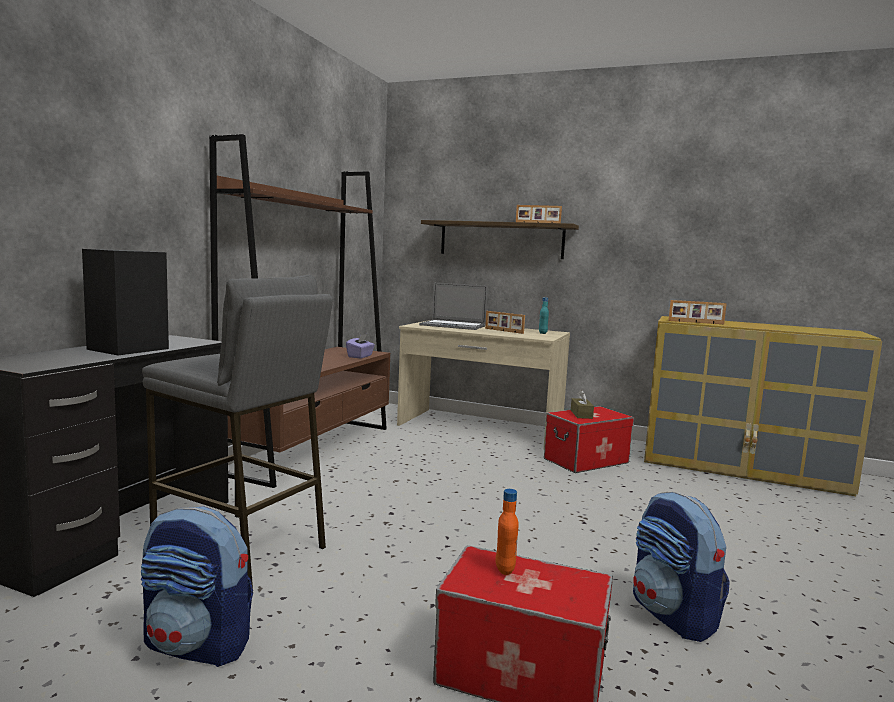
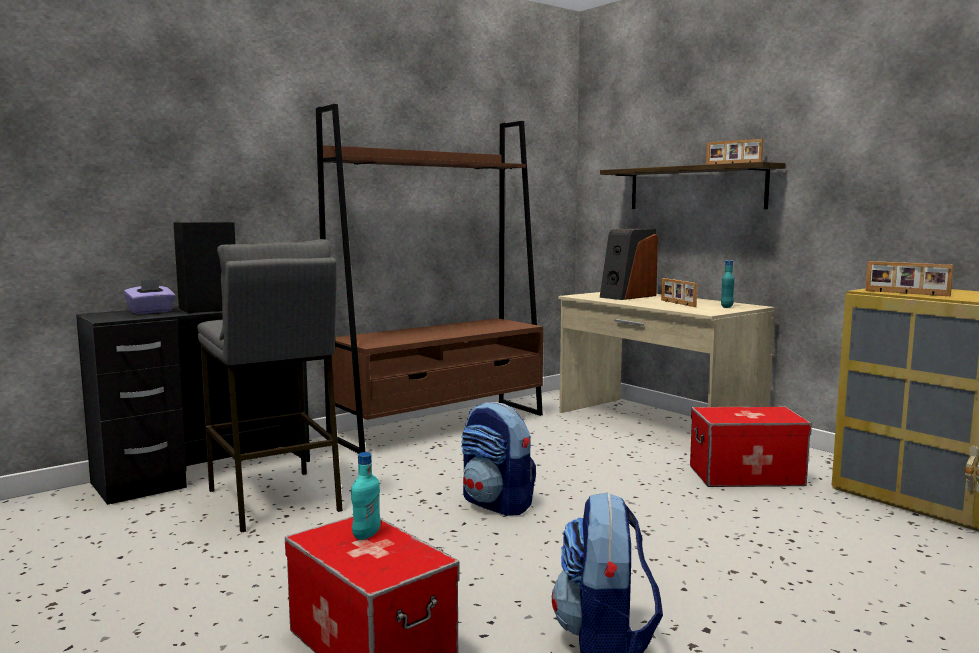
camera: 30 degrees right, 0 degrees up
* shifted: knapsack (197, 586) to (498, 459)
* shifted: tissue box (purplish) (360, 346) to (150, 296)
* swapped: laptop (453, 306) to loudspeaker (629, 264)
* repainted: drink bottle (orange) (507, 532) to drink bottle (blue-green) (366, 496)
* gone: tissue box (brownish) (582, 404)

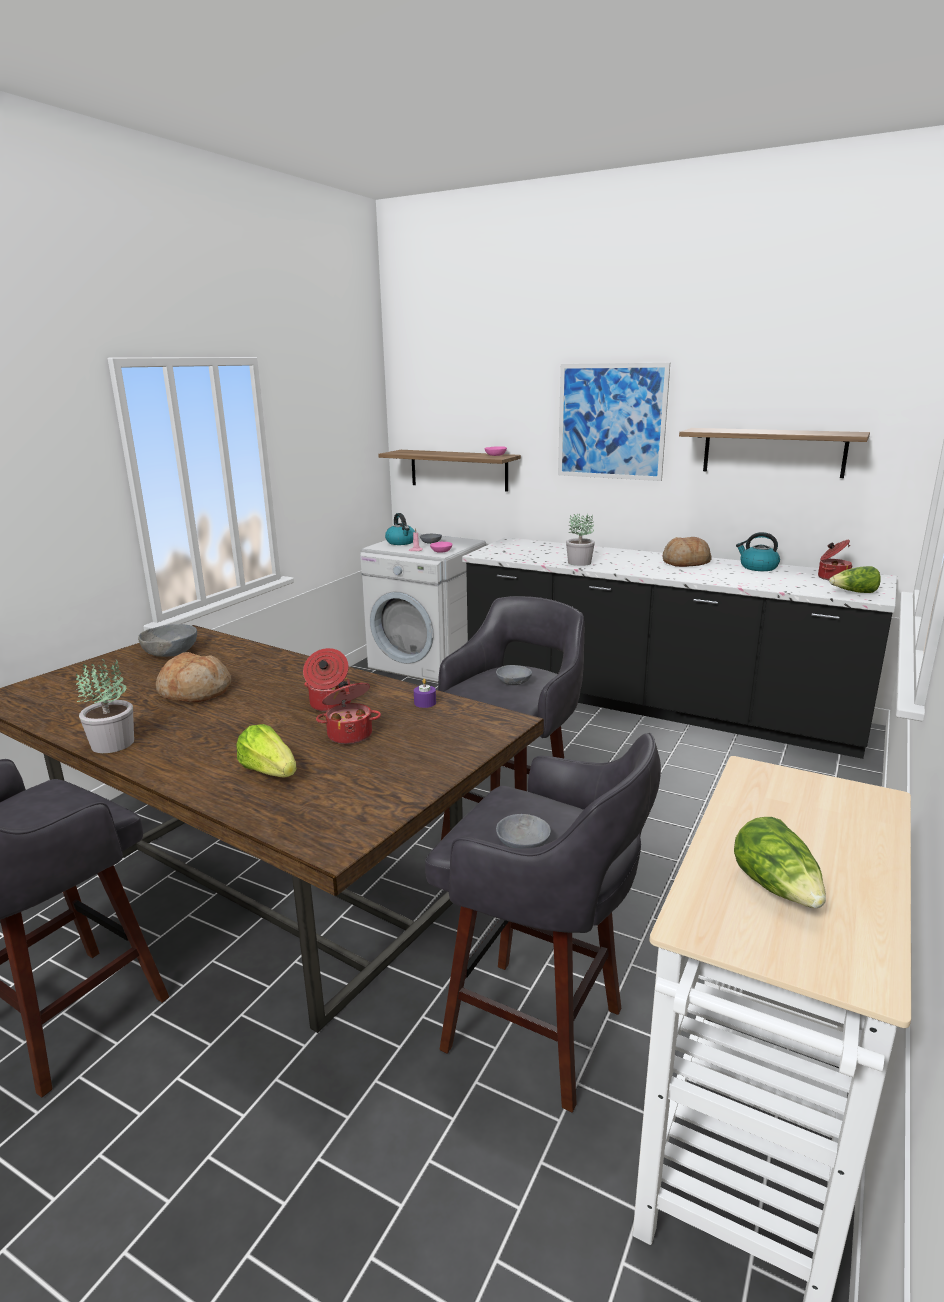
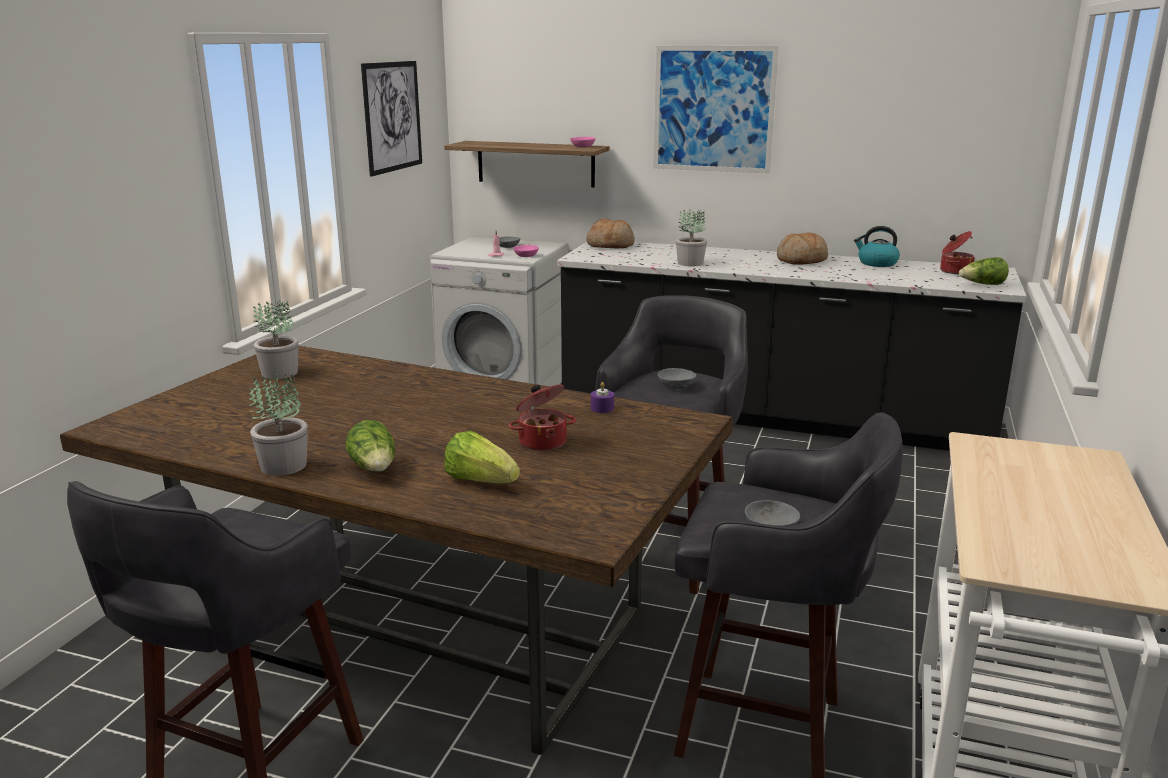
camera: 10 degrees left, 0 degrees up
* swapped: deep dish (grey) (167, 640) to plant in a pot (276, 340)
* shifted: baked bread (193, 677) to (611, 233)
* gone: saucepot (327, 680)
* gone: tea kettle (400, 529)
* gone: wall shelf (774, 453)
* shifted: lettuce head (780, 862) to (370, 446)
* new: wall picture (391, 118)

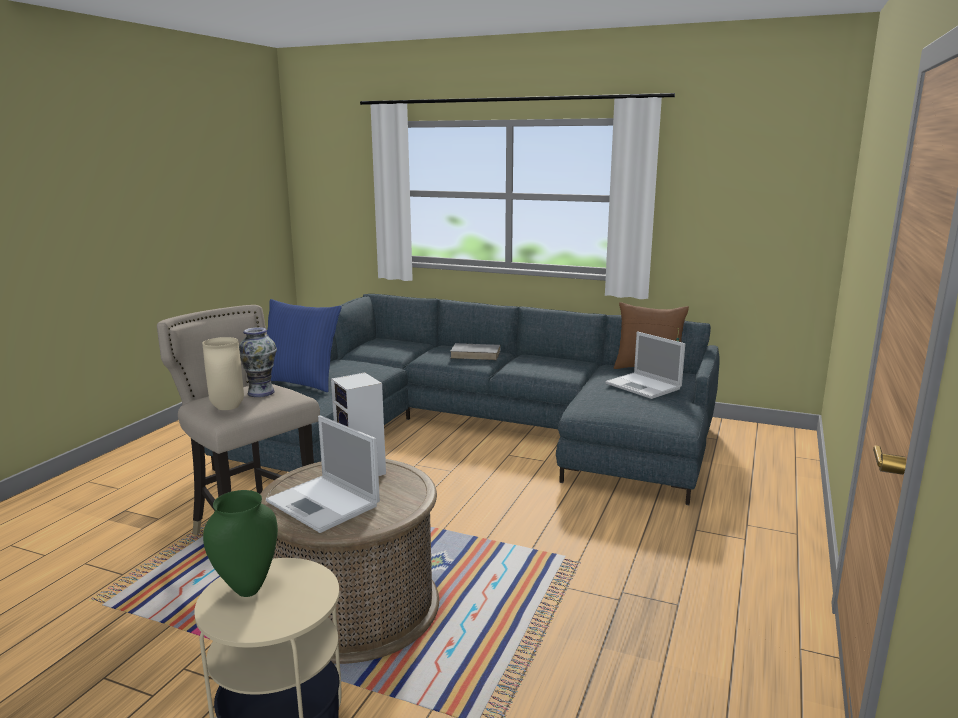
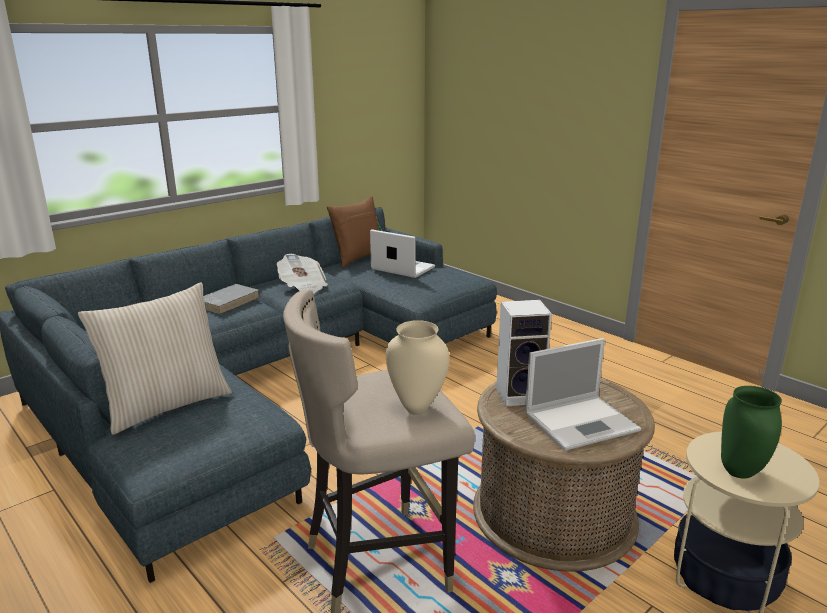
camera: 65 degrees left, 5 degrees up
* gone: decorative vase (258, 362)
* repainted: cushion (blue) (304, 345) to cushion (sand-coloured) (155, 358)
* rotated: laptop (645, 365) = (402, 253) 135 degrees counterclockwise
* new: newspaper (302, 274)

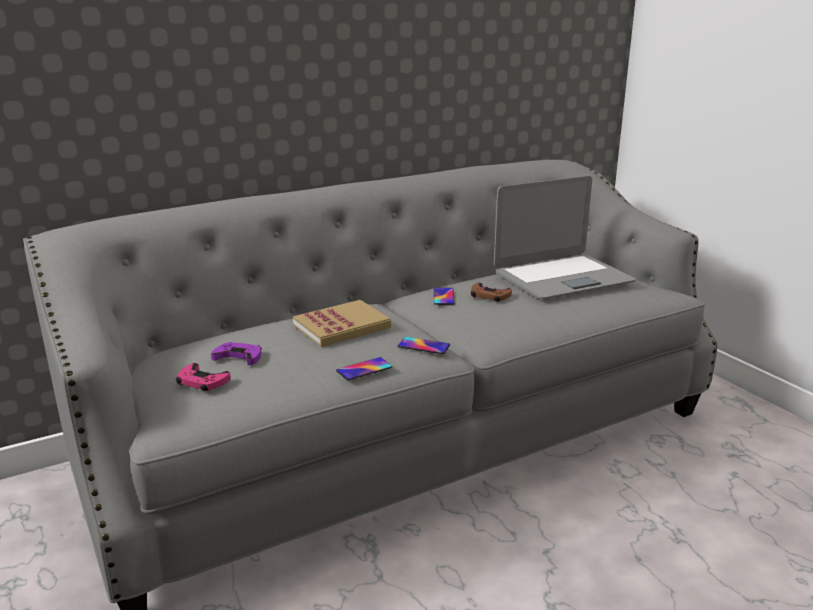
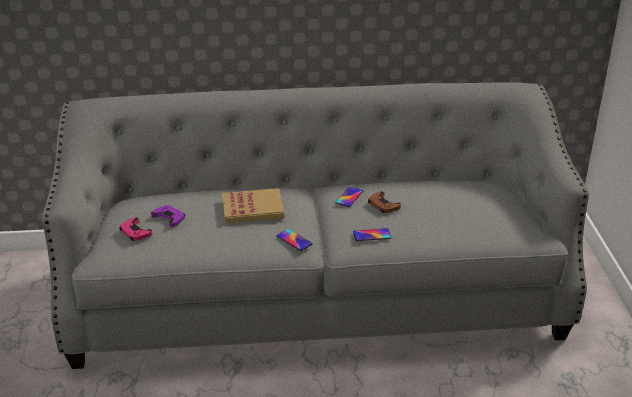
camera: 25 degrees right, 10 degrees up
* shifted: telephone (364, 368) to (372, 234)
* gone: laptop (565, 237)

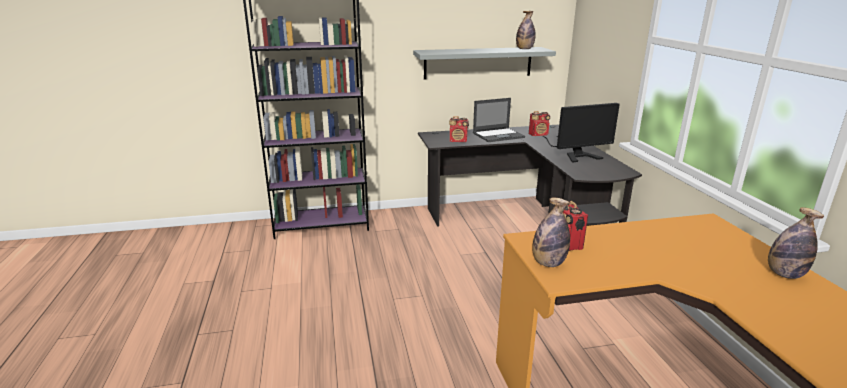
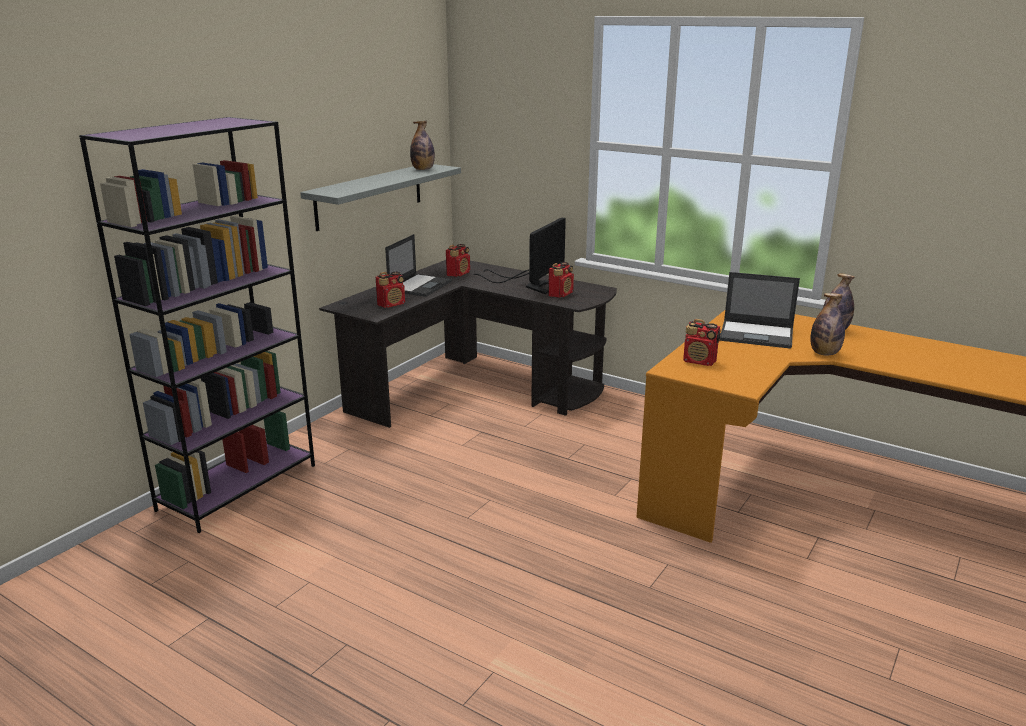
camera: 45 degrees left, 0 degrees up
* shifted: drink bottle (551, 232) to (827, 324)
* new: radio set (561, 280)
* new: laptop (760, 310)

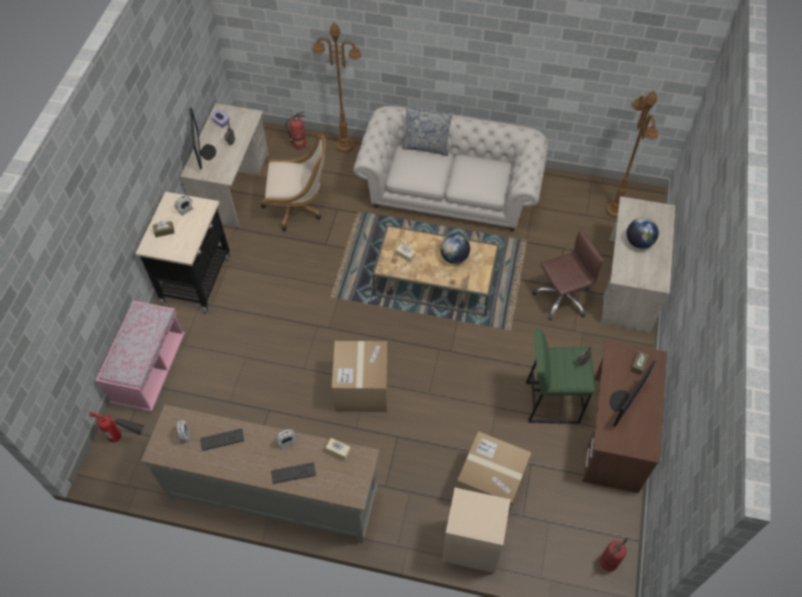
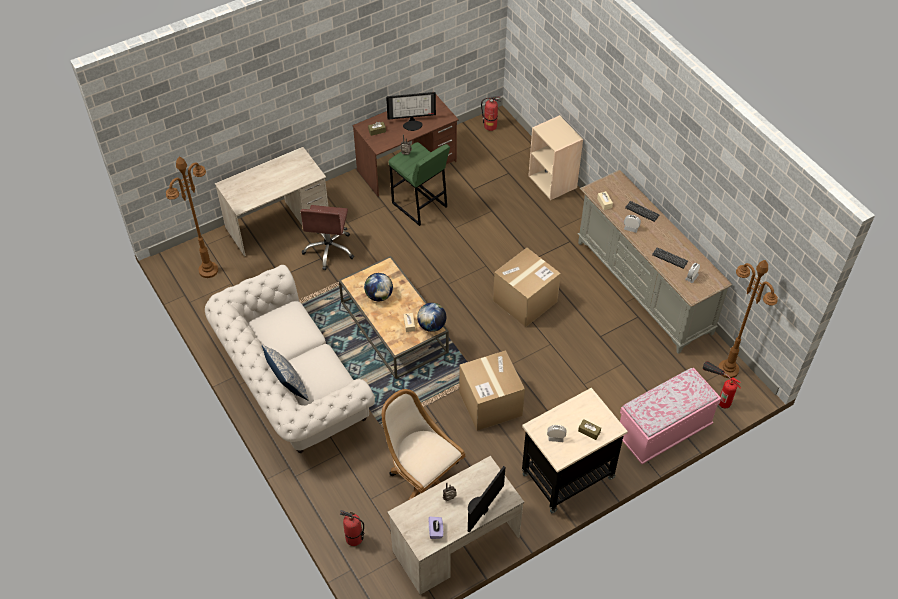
camera: 135 degrees left, 5 degrees down
* shifted: floor lamp (brownish) (336, 87) to (748, 319)
* shifted: carton (493, 475) to (492, 390)
* rotated: office chair (brownish) (568, 274) = (327, 237) 105 degrees counterclockwise
* shifted: desk globe (643, 233) to (431, 317)

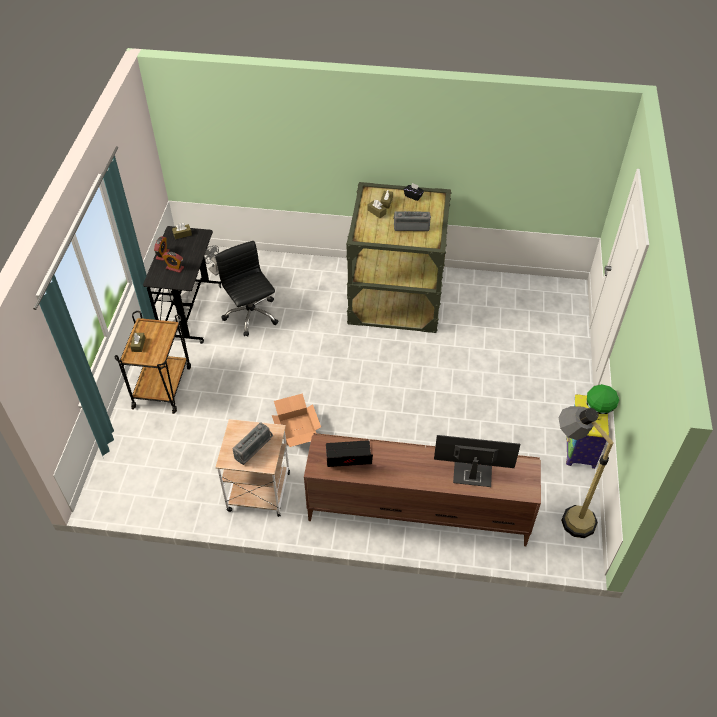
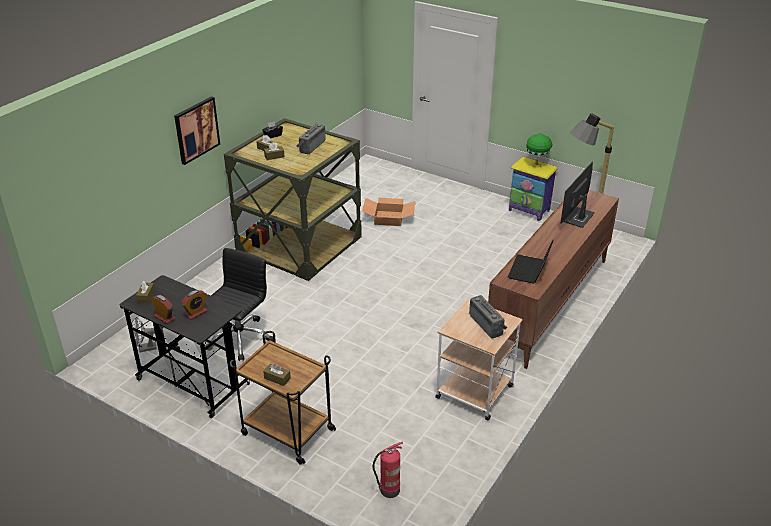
camera: 65 degrees left, 15 degrees down
* rotated: office chair (black-coloured) (247, 289) = (242, 304) 120 degrees clockwise
* shifted: carton (296, 420) to (389, 212)
* new: wall picture (197, 130)
* new: fire extinguisher (388, 470)

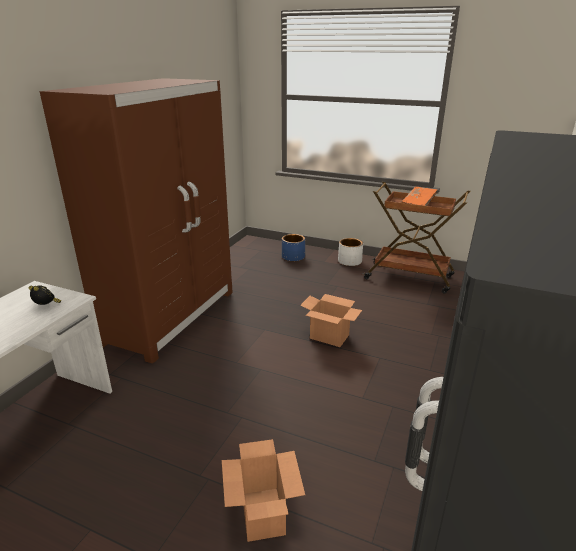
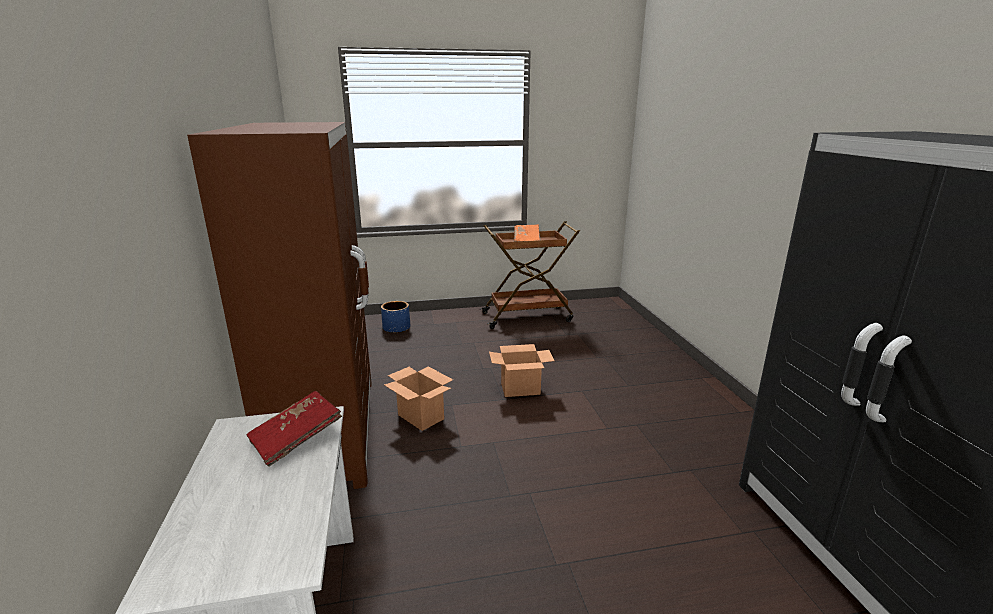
camera: 35 degrees left, 5 degrees down
* swapped: table clock (44, 295) to volume (reddish) (294, 429)
* shifted: carton (263, 490) to (418, 398)
* gone: plant pot (white) (350, 252)

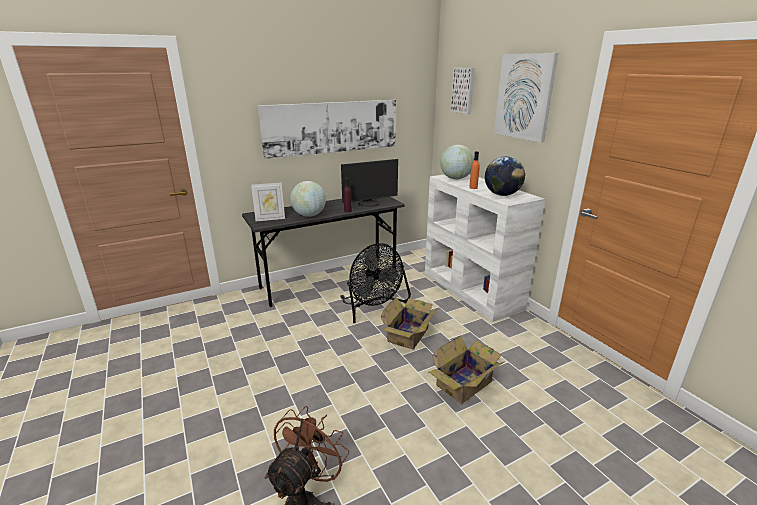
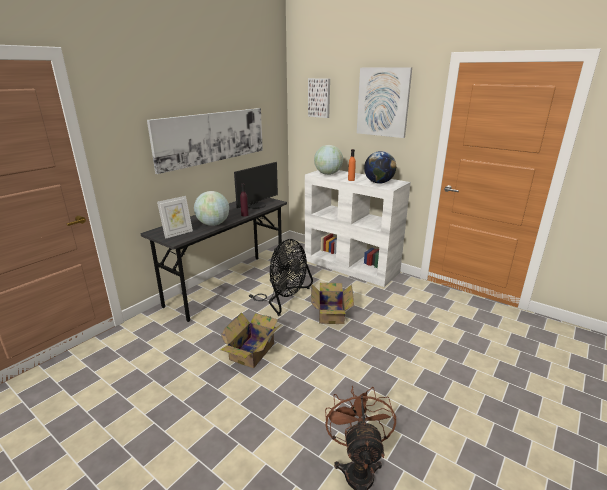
camera: 25 degrees left, 0 degrees up
* shifted: carton (466, 370) to (251, 340)

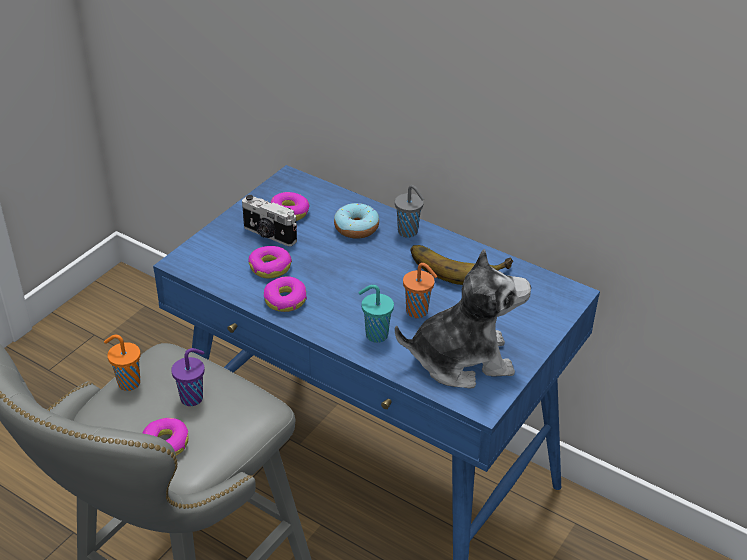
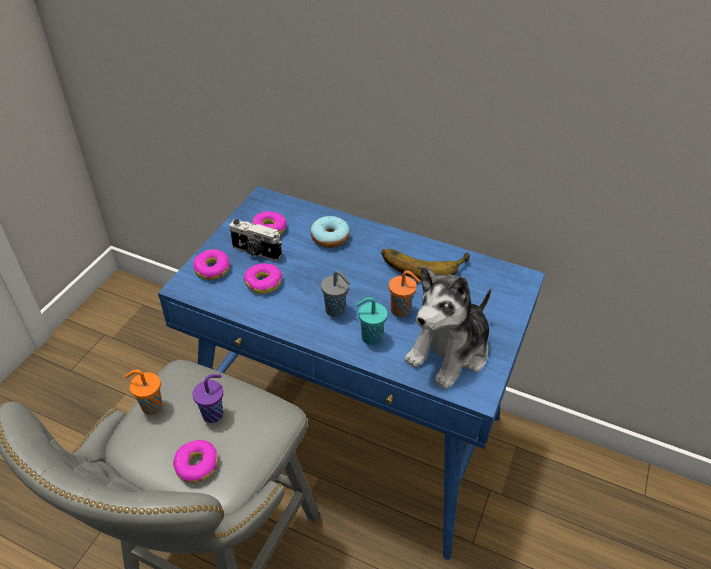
camera: 10 degrees left, 5 degrees up
* shifted: doughnut (285, 294) to (211, 264)
* shifted: drinking cup (grey) (409, 211) to (335, 294)
* rotated: plush toy (463, 319) = (447, 327) 150 degrees clockwise

